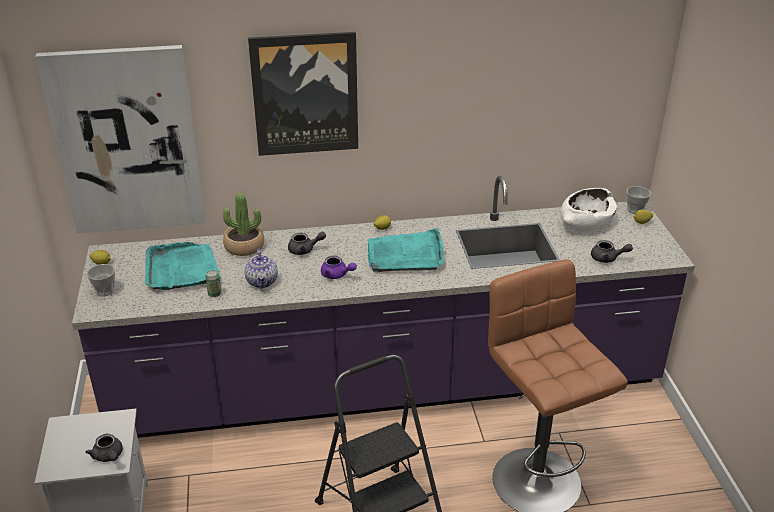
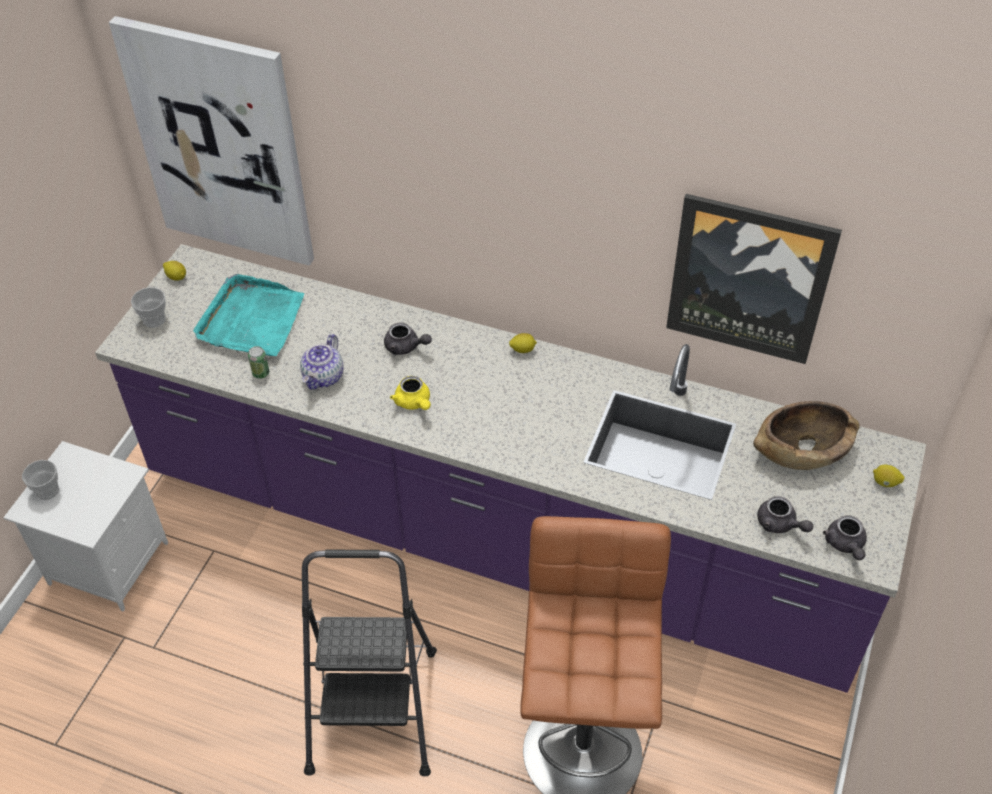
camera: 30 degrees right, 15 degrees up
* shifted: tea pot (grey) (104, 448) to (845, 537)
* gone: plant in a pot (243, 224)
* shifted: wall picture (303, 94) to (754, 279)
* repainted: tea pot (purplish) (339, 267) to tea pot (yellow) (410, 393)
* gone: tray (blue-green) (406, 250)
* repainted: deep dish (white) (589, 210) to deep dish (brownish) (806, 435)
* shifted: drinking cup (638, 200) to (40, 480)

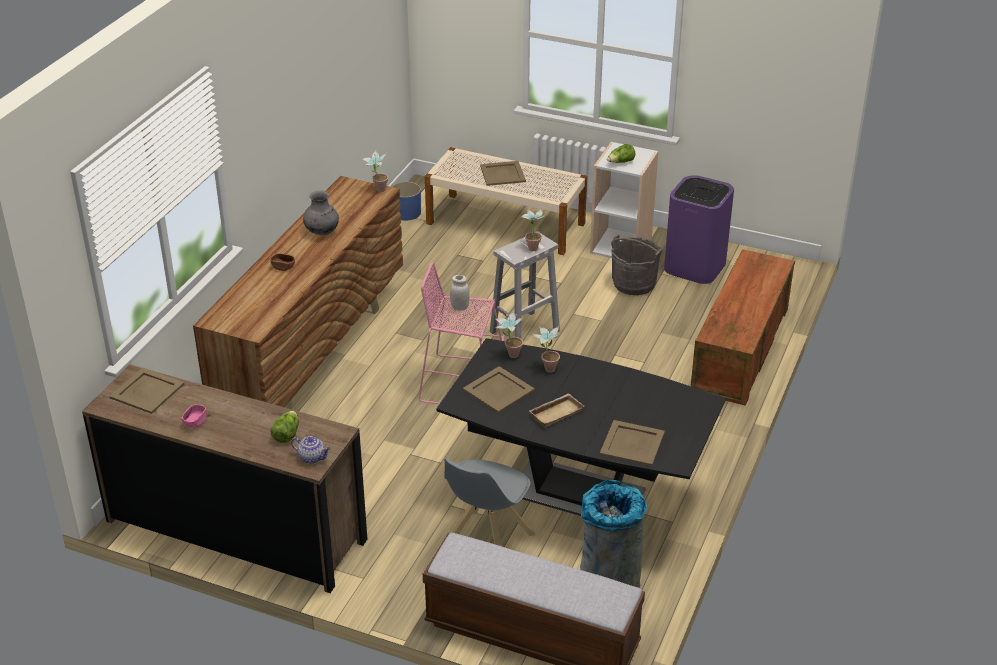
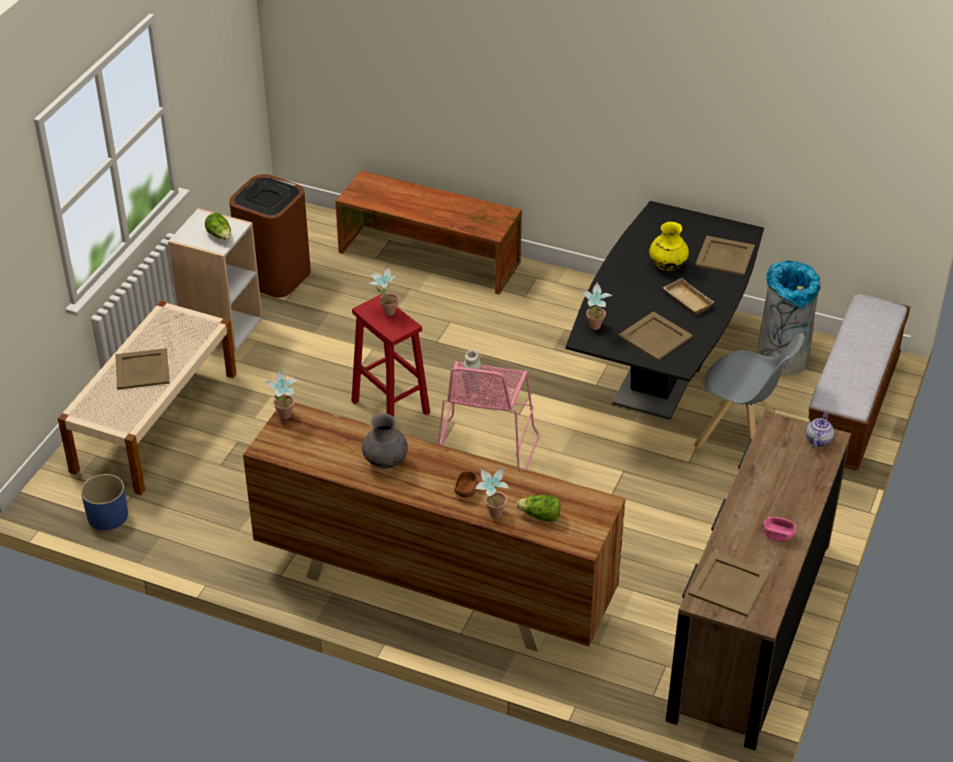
camera: 90 degrees left, 5 degrees up
* shifted: lettuce head (284, 427) to (538, 508)
* repainted: sitting stool (white) (525, 284) to sitting stool (reddish) (391, 355)
* shifted: plant in a pot (545, 349) to (492, 492)
* gone: bucket (grey) (637, 265)
* repainted: rubbish bin (purplish) (699, 229) to rubbish bin (brownish) (270, 236)
* new: decorative vase (yellow) (669, 246)

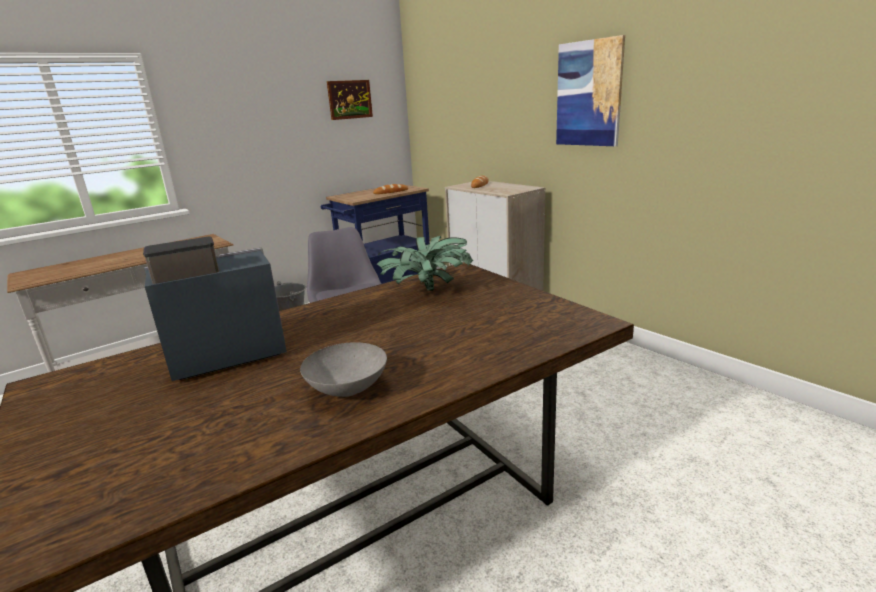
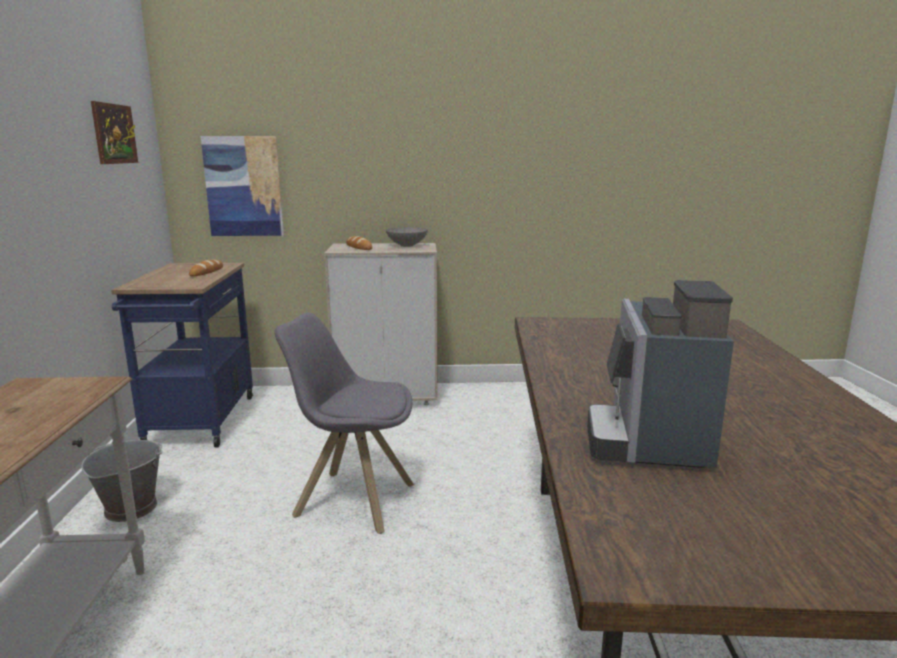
camera: 55 degrees left, 5 degrees down
* shifted: deep dish (grey) (343, 369) to (407, 237)
* gone: plant in a pot (425, 263)
* shifted: wall picture (590, 90) to (242, 186)

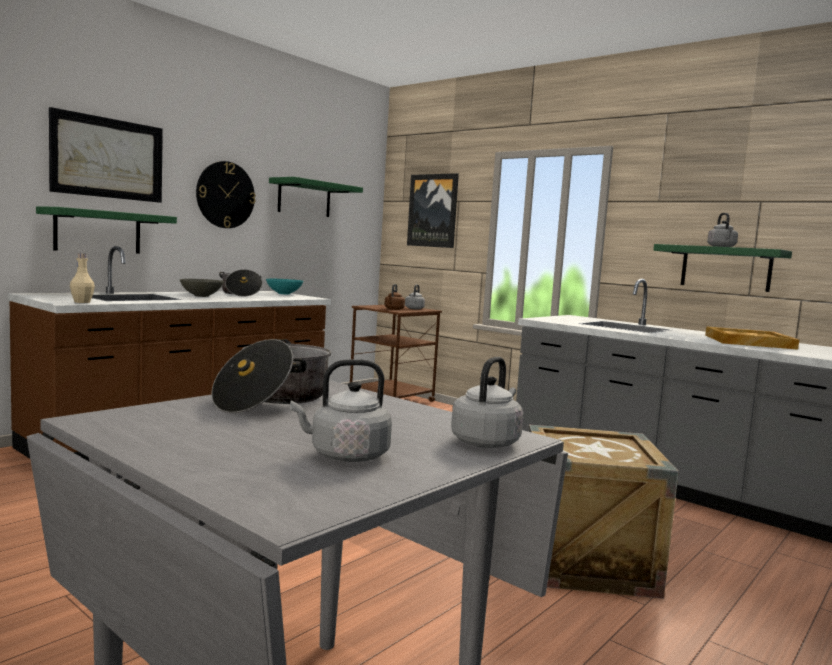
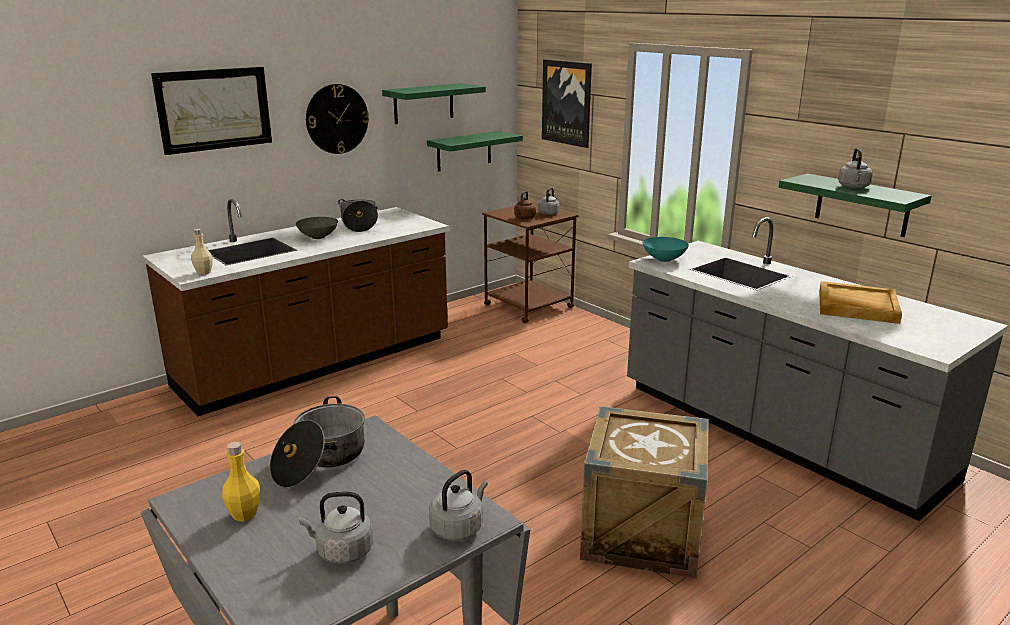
camera: 10 degrees right, 15 degrees up
* shifted: wall shelf (green-coloured) (106, 230) to (475, 151)
* shifted: deep dish (blue-green) (284, 286) to (666, 249)
* new: drink bottle (yellow) (241, 481)

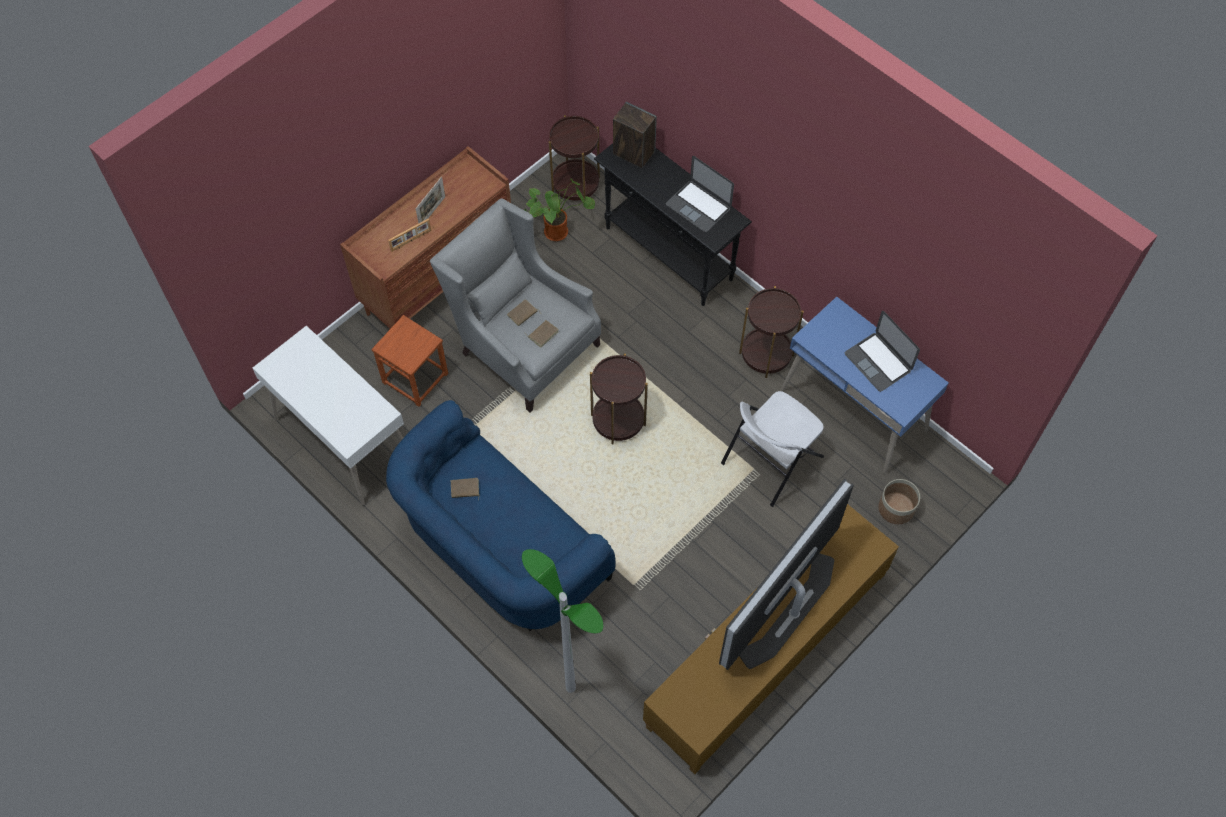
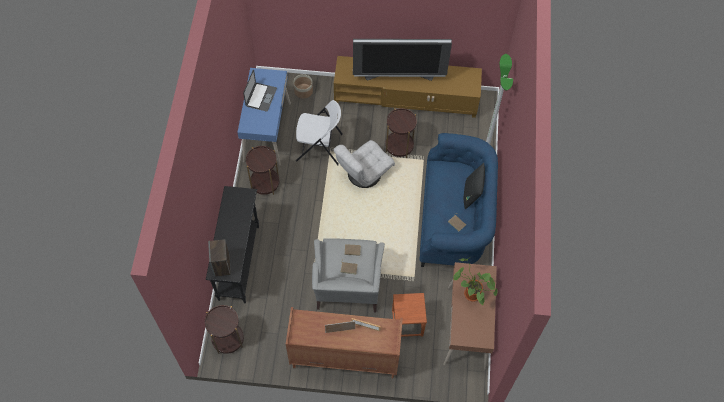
camera: 130 degrees left, 0 degrees up
* repainted: desk table (white) (328, 415) to desk table (brownish) (470, 316)
* shifted: plant in a pot (559, 209) to (475, 281)
* shifted: end table (brownish) (619, 399) to (401, 133)
* gone: laptop (700, 194)
* new: armchair (grey) (364, 164)
* new: cushion (black-coloured) (474, 186)

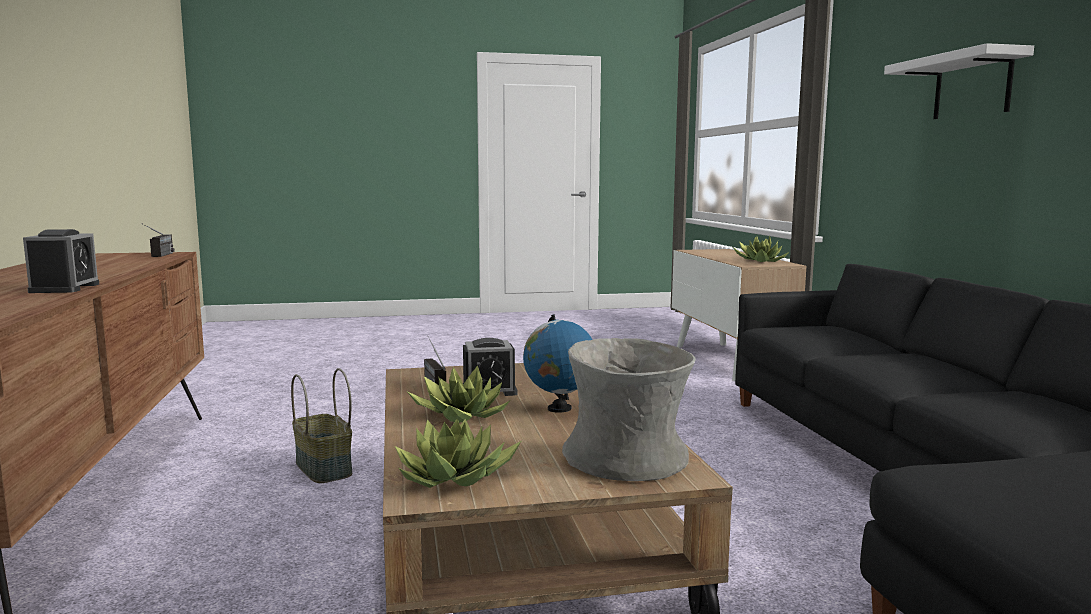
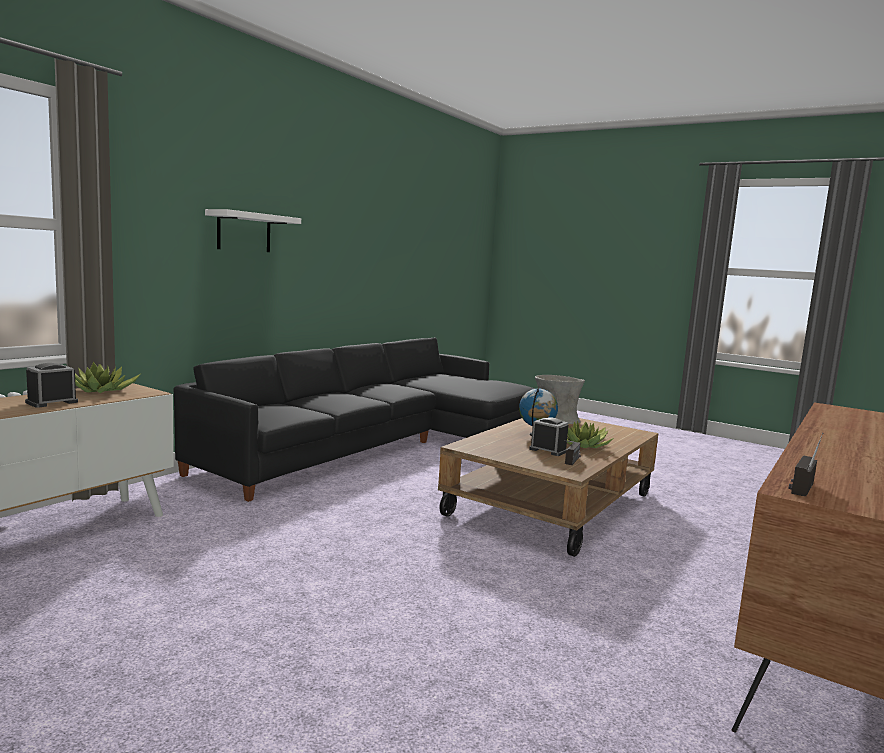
camera: 135 degrees left, 0 degrees up
* shifted: table clock (61, 261) to (51, 385)
* gone: basket (321, 425)
* gone: plant in a pot (458, 453)

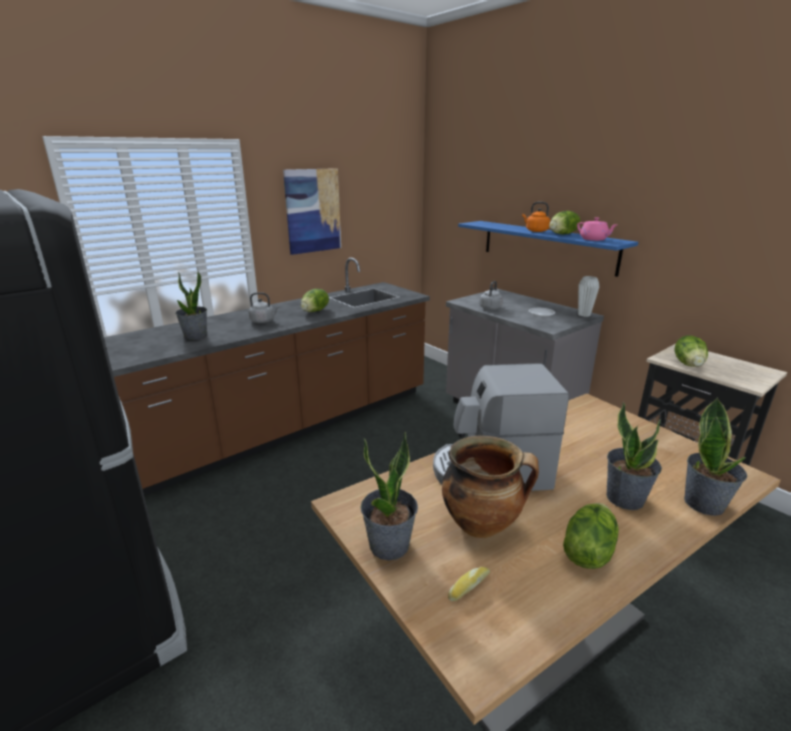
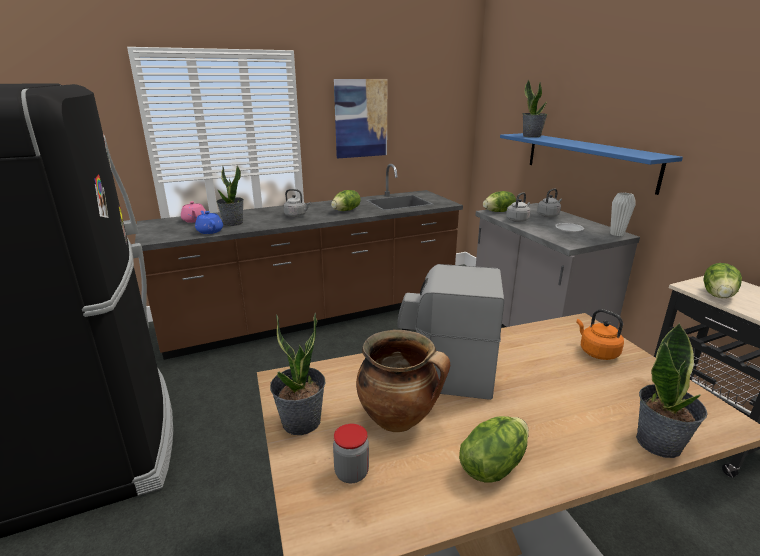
camera: 15 degrees right, 0 degrees up
* swapped: baked bread (469, 584) to storage jar (351, 453)
* shifted: tea kettle (orange) (536, 217) to (600, 334)
* shifted: lettuce head (564, 222) to (499, 201)
* shifted: tea pot (pink-coloured) (597, 229) to (193, 212)
* shifted: plant in a pot (634, 456) to (535, 109)
* new: tea pot (blue) (209, 222)
* new: tea kettle (grey) (549, 203)

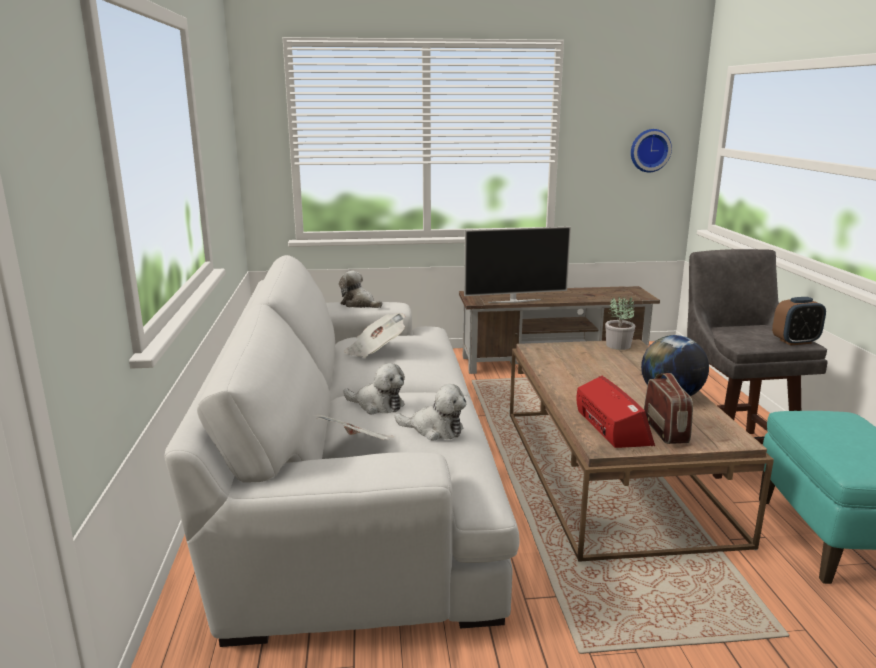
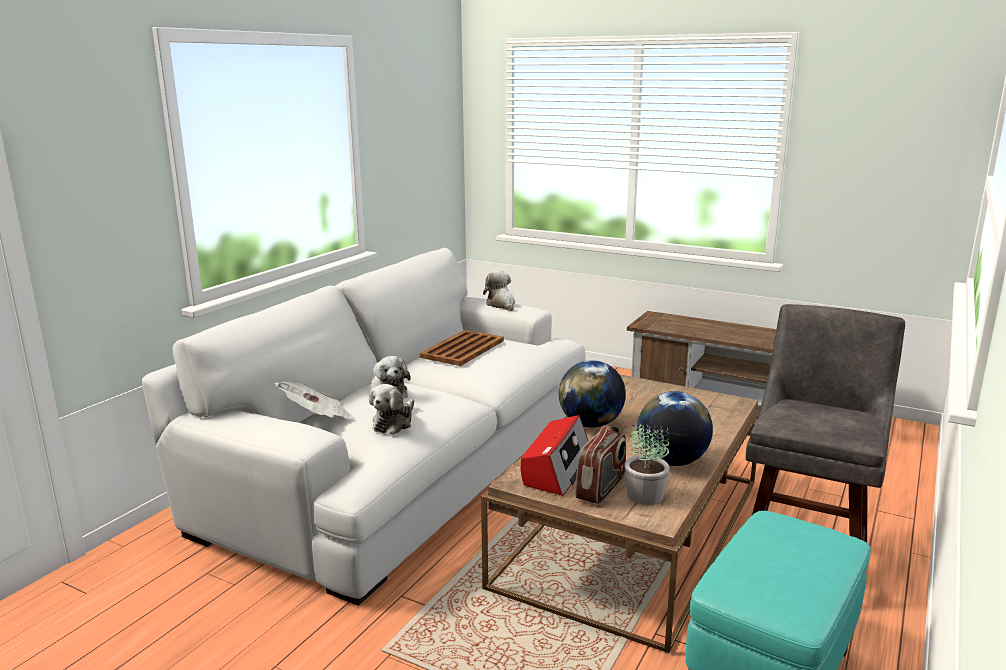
camera: 35 degrees right, 0 degrees up
* swapped: newspaper (375, 335) to tray (brownish) (462, 348)
* rotated: plush toy (430, 412) = (391, 409) 60 degrees clockwise
* gone: television (517, 264)
* shifted: plant in a pot (620, 323) to (647, 464)
* gone: hanging clock (651, 150)
* gone: table clock (799, 321)
* new: desk globe (592, 394)

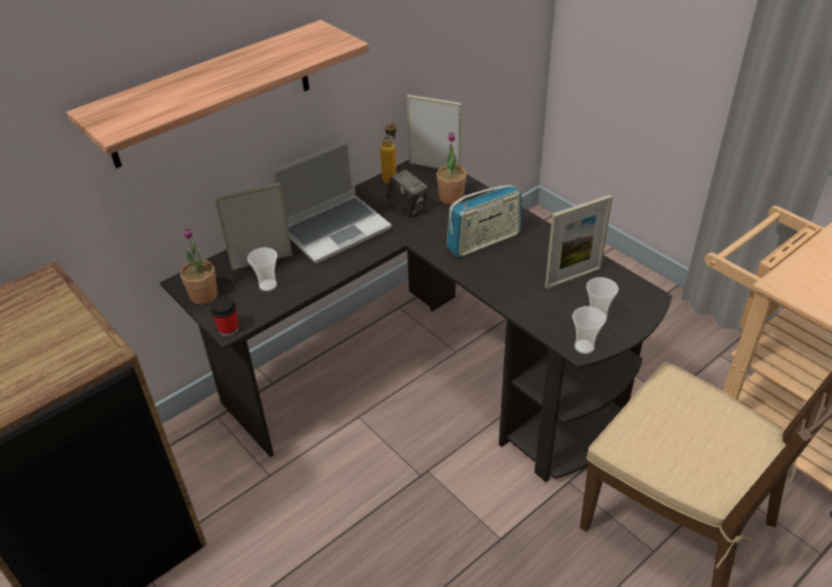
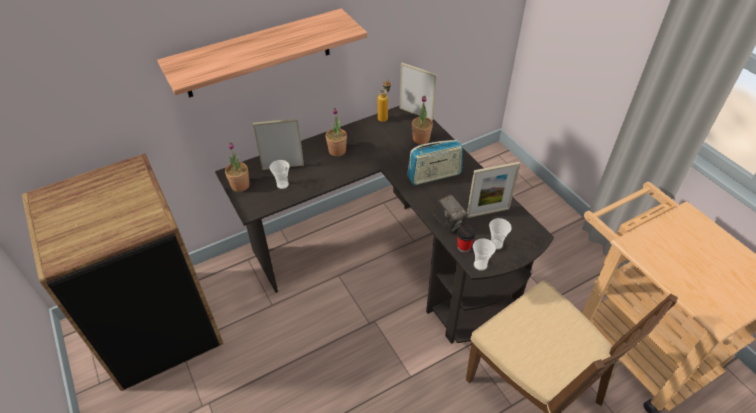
camera: 10 degrees right, 5 degrees up
* shifted: drinking cup (224, 316) to (466, 238)
* swapped: laptop (331, 202) to plant in a pot (336, 132)
* shifted: still camera (407, 193) to (450, 214)

